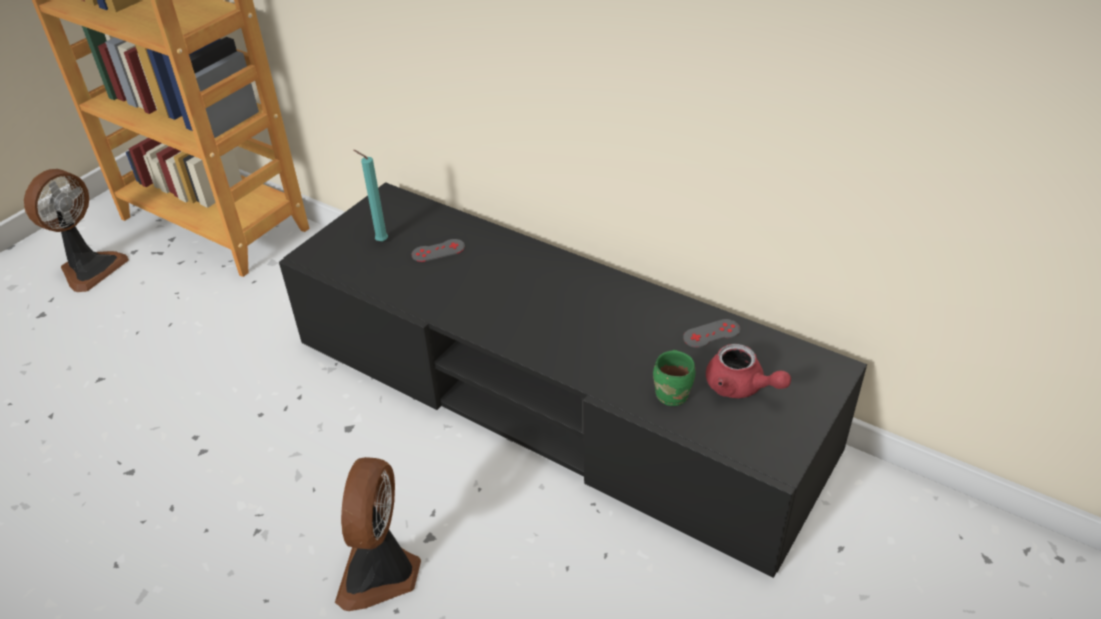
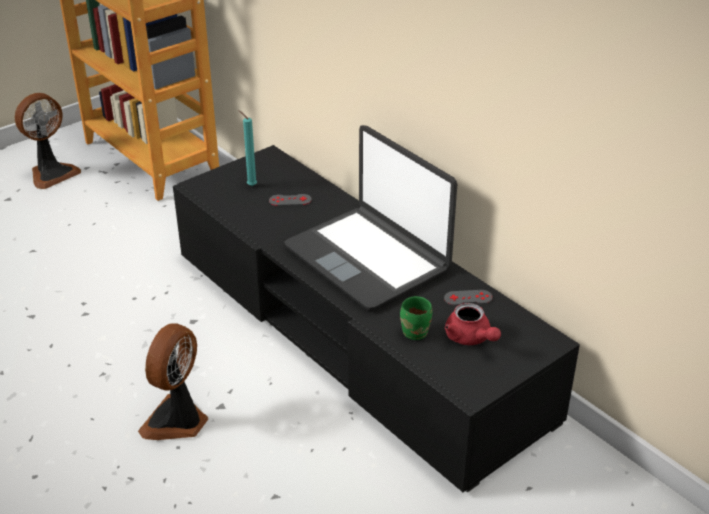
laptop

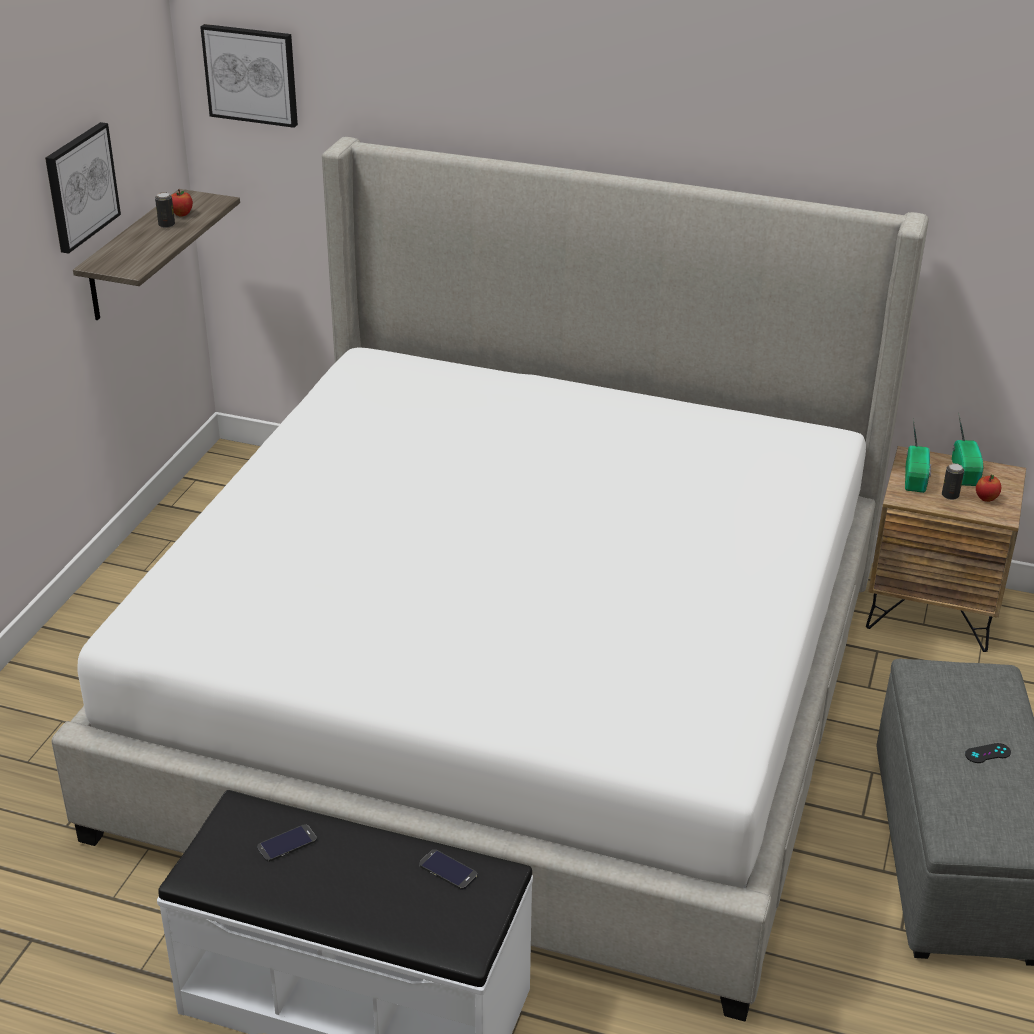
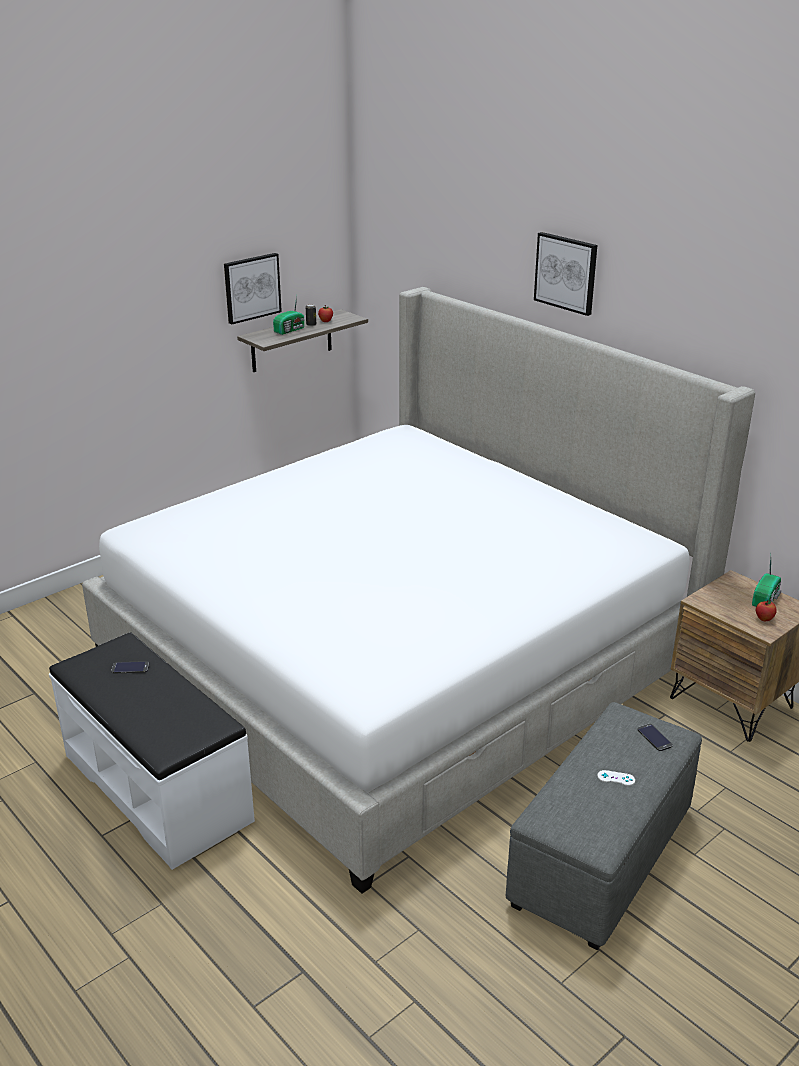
picture (2nd from left)
radio (1st from left)
can (2nd from left in the first image)
white game controller
phone (2nd from left)

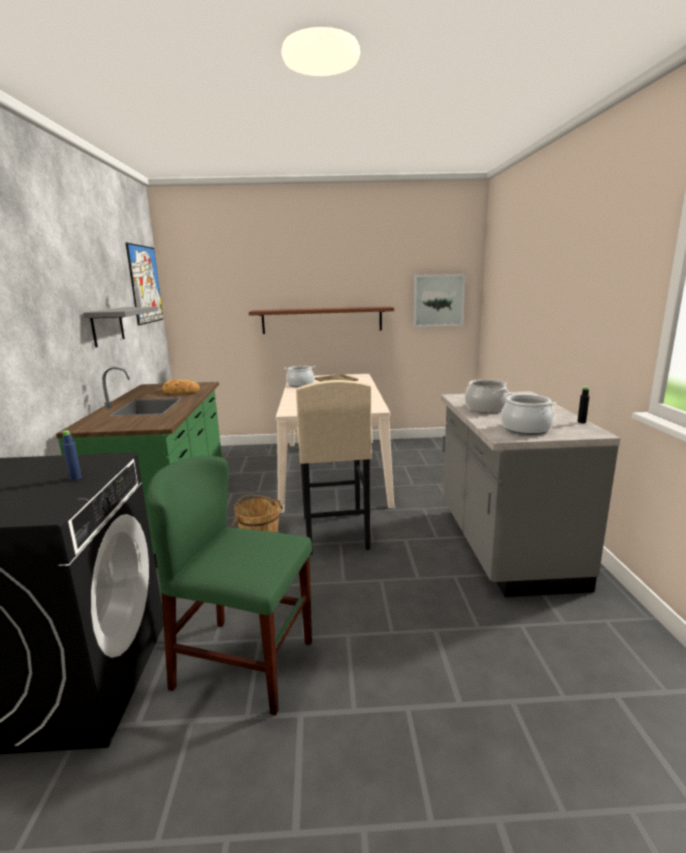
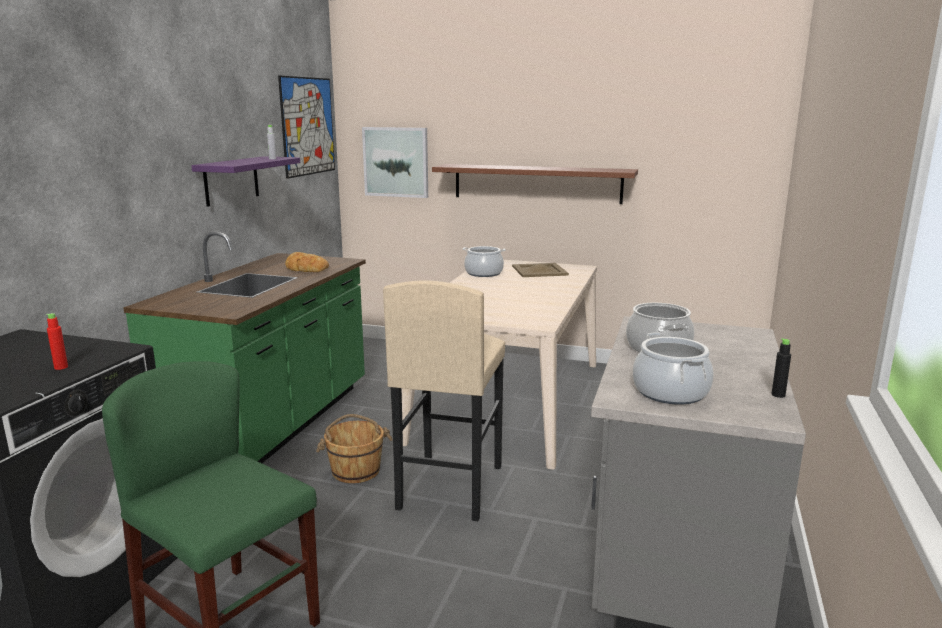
picture (2nd from left)
purple shelf
red bottle

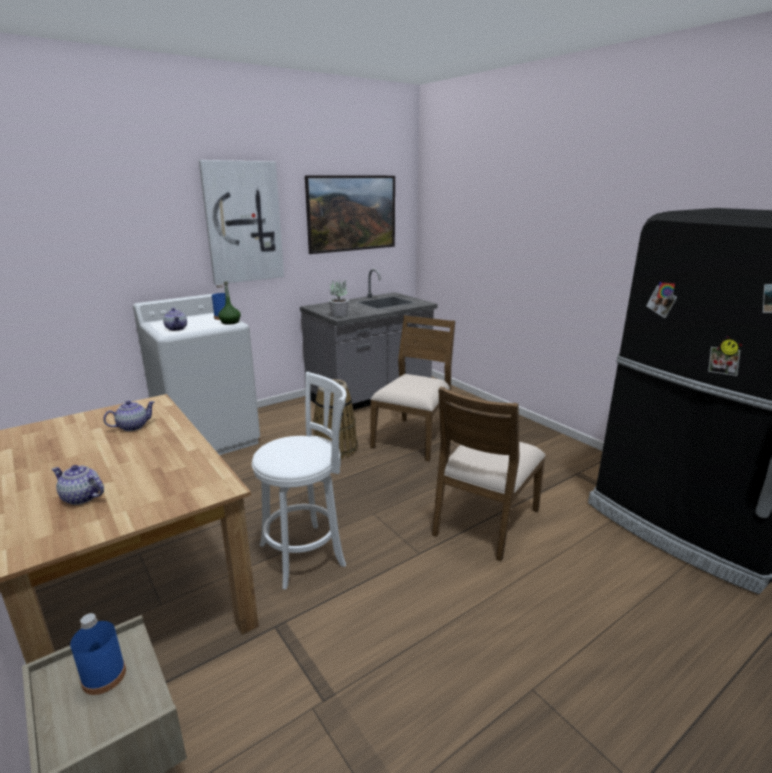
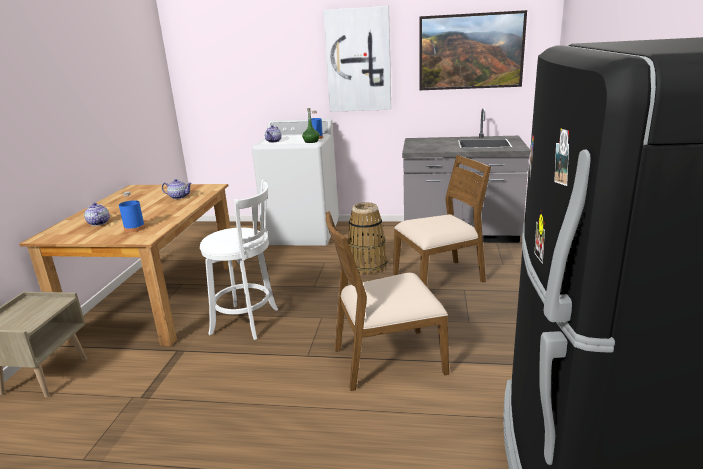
potted plant
blue bottle (1st from left)

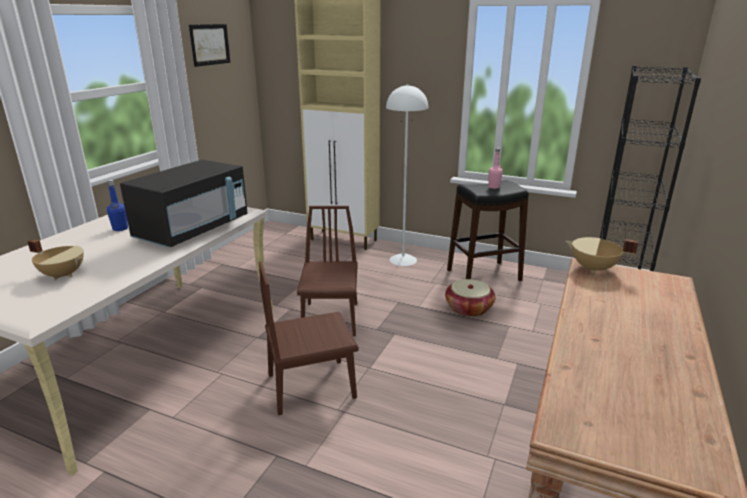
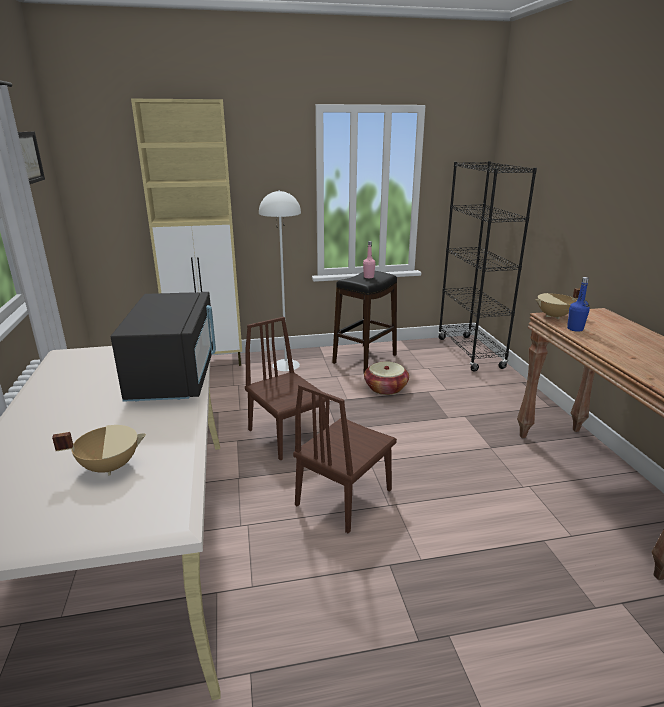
blue bottle

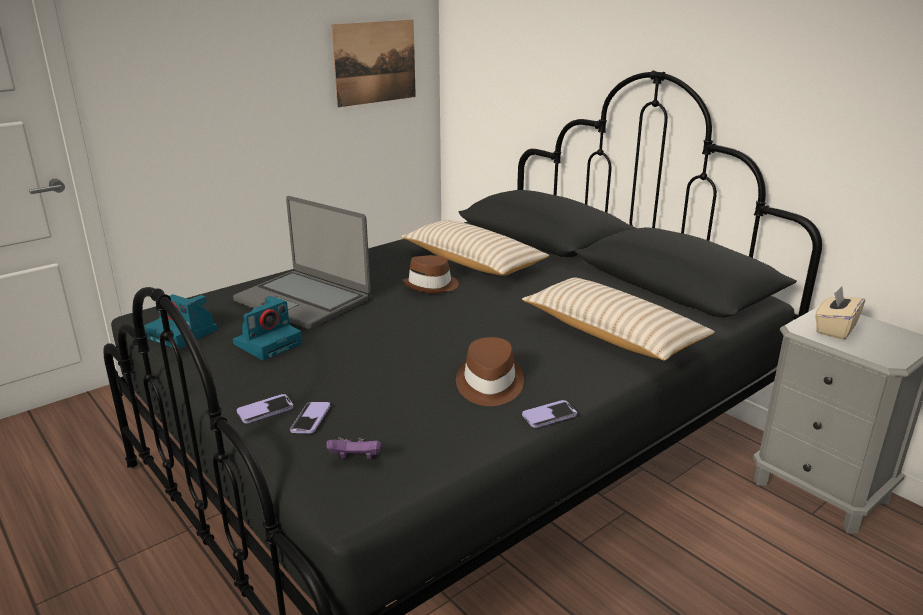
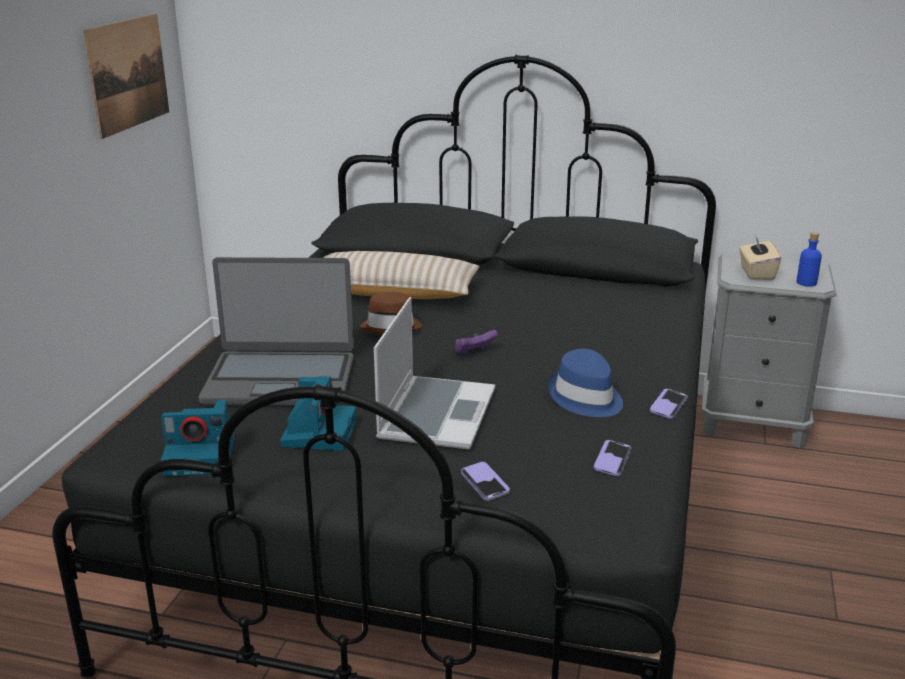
beige pillow (2nd from left in the first image)
blue hat
phone (2nd from left)
purple game controller
blue bottle
laptop (2nd from left)

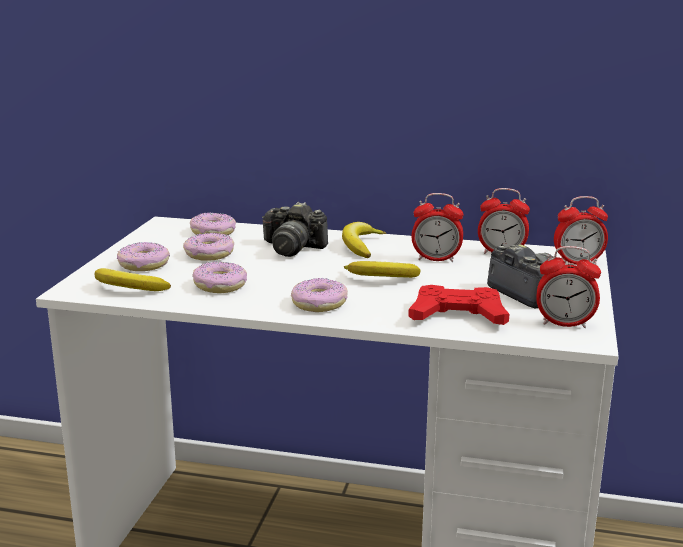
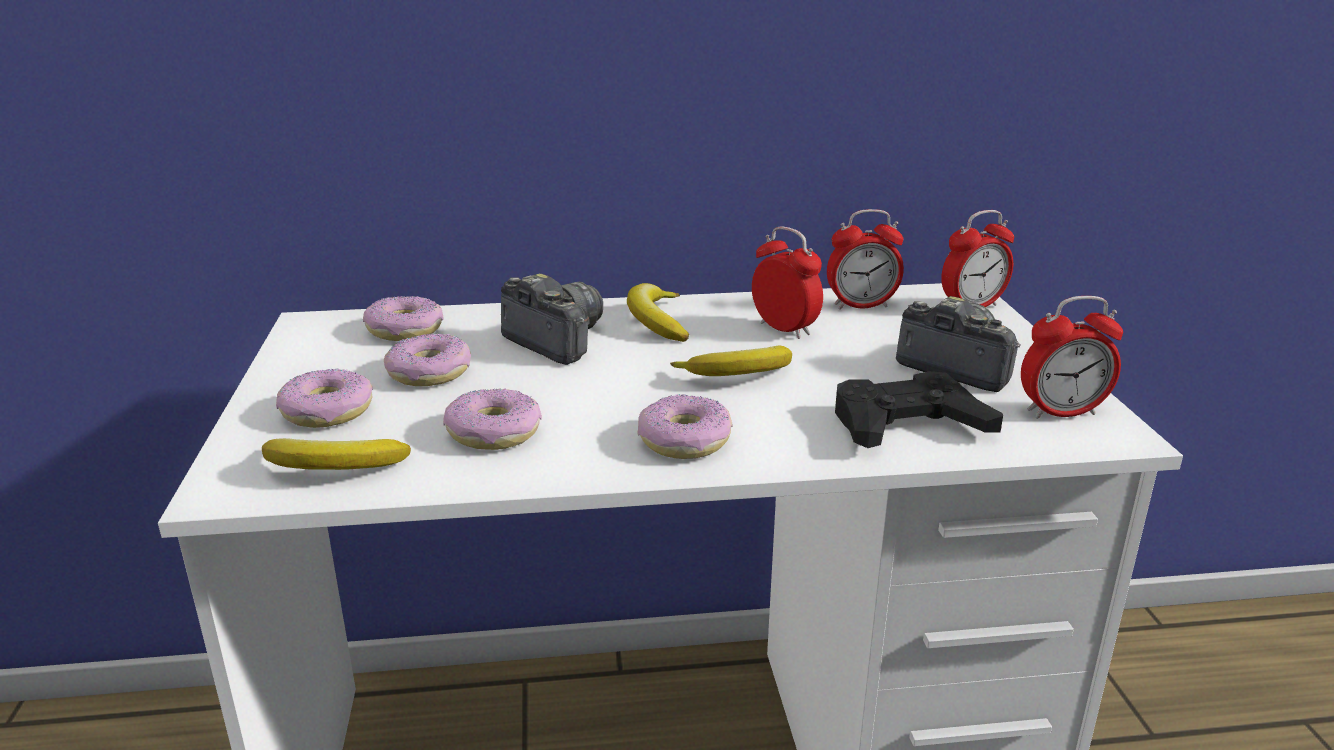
alarm clock (1st from left)
photo camera (1st from left)
black game controller

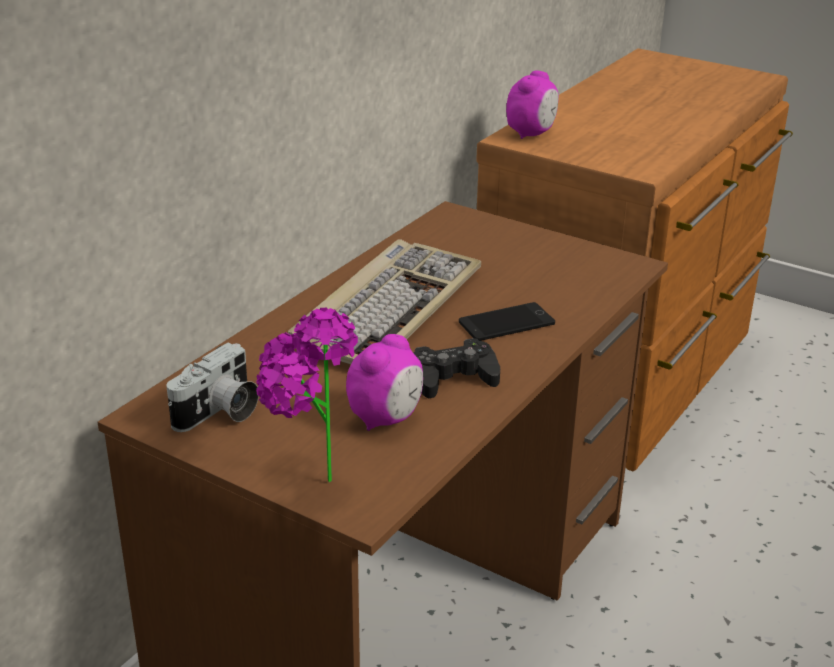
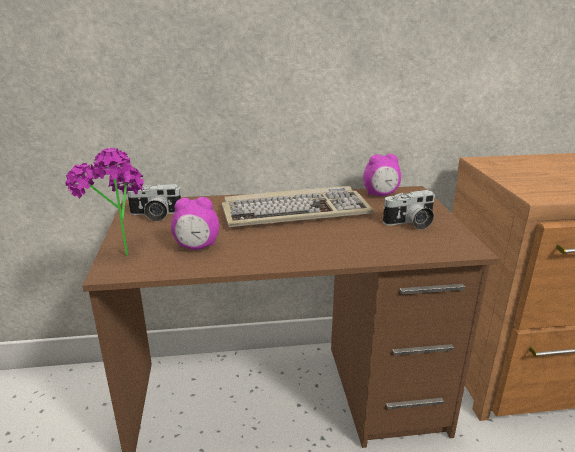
alarm clock (2nd from left)
phone
black game controller
photo camera (2nd from left)

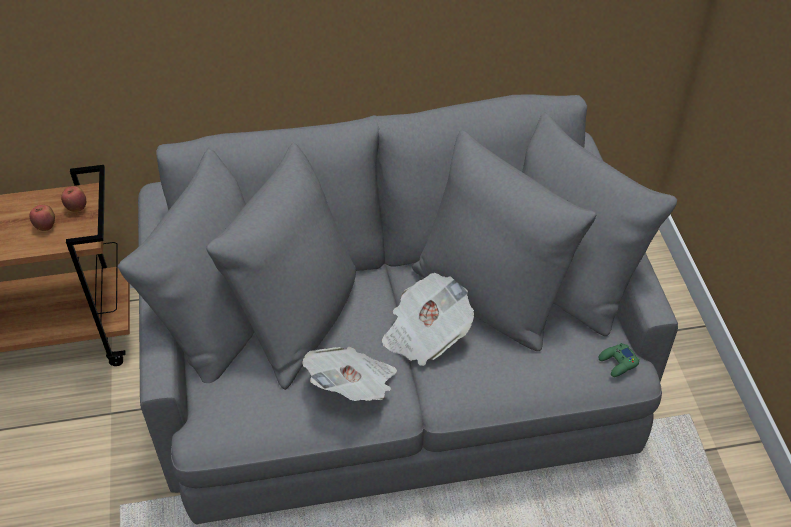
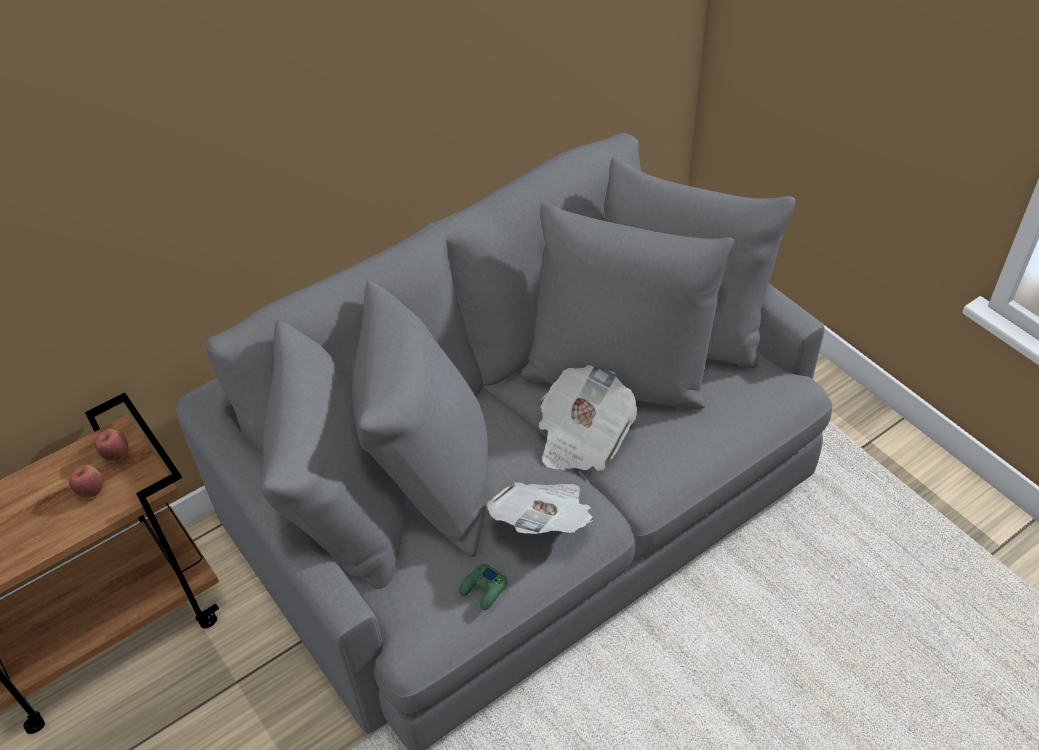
green game controller

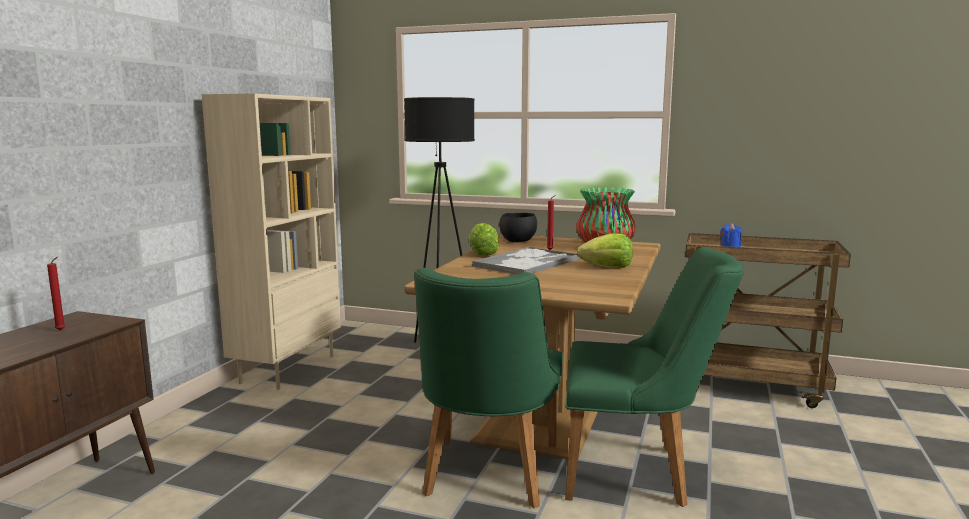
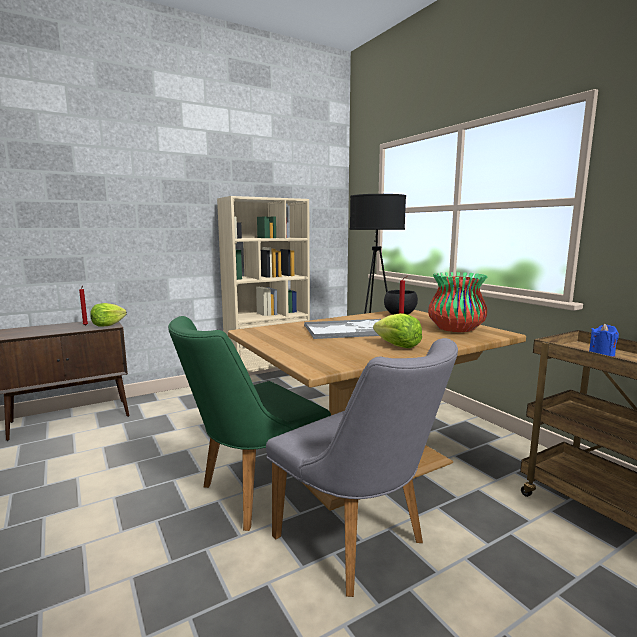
lettuce (1st from left)
grey chair

